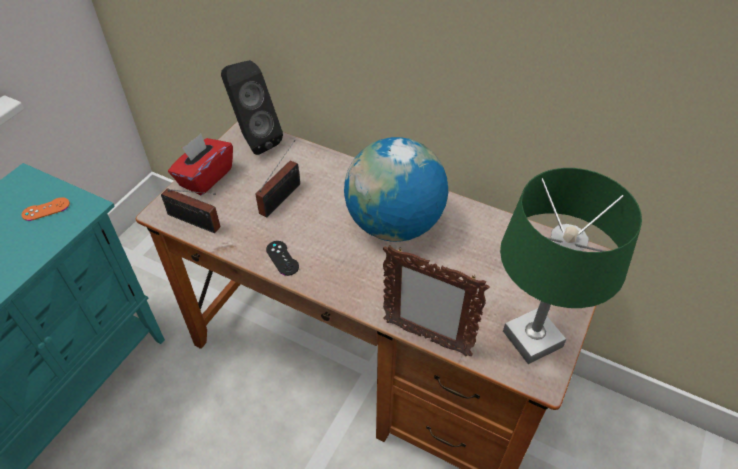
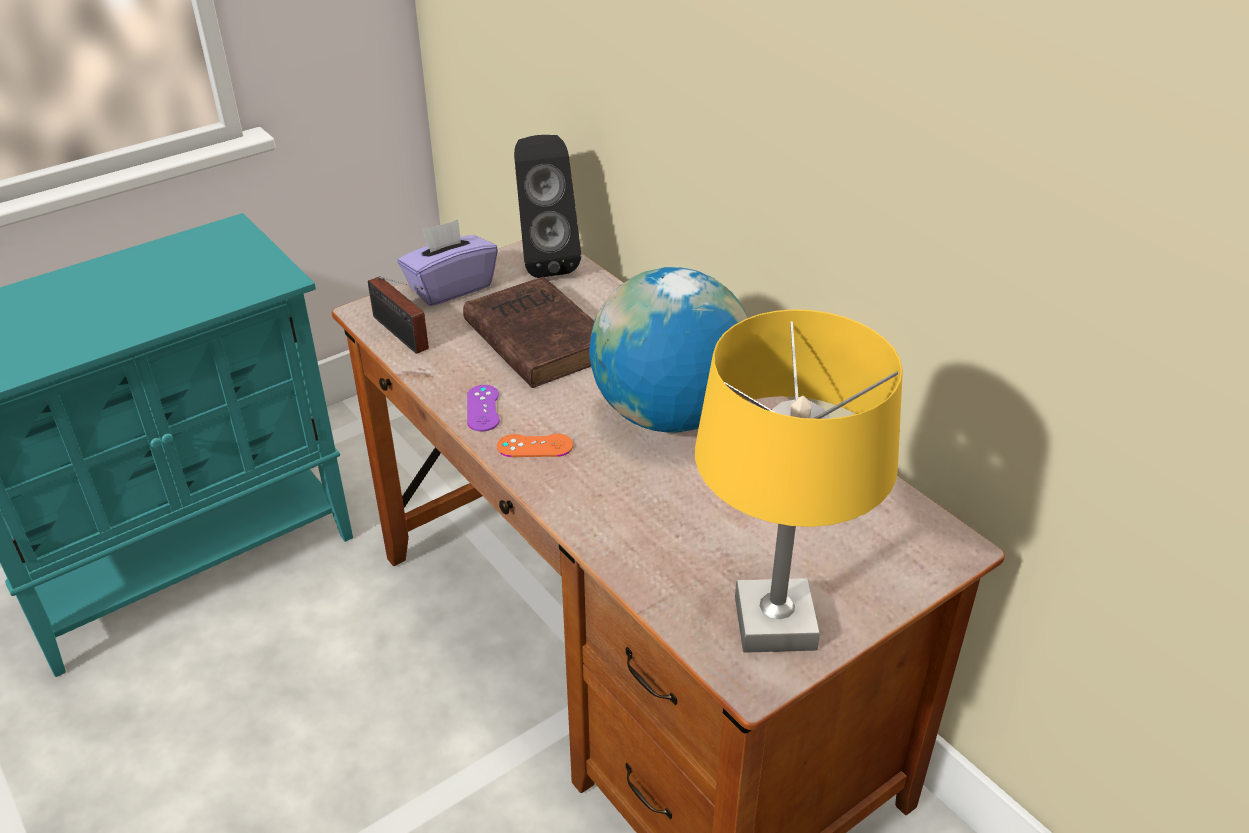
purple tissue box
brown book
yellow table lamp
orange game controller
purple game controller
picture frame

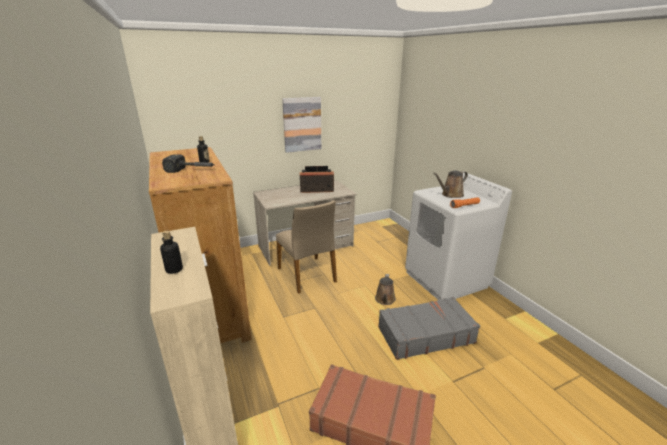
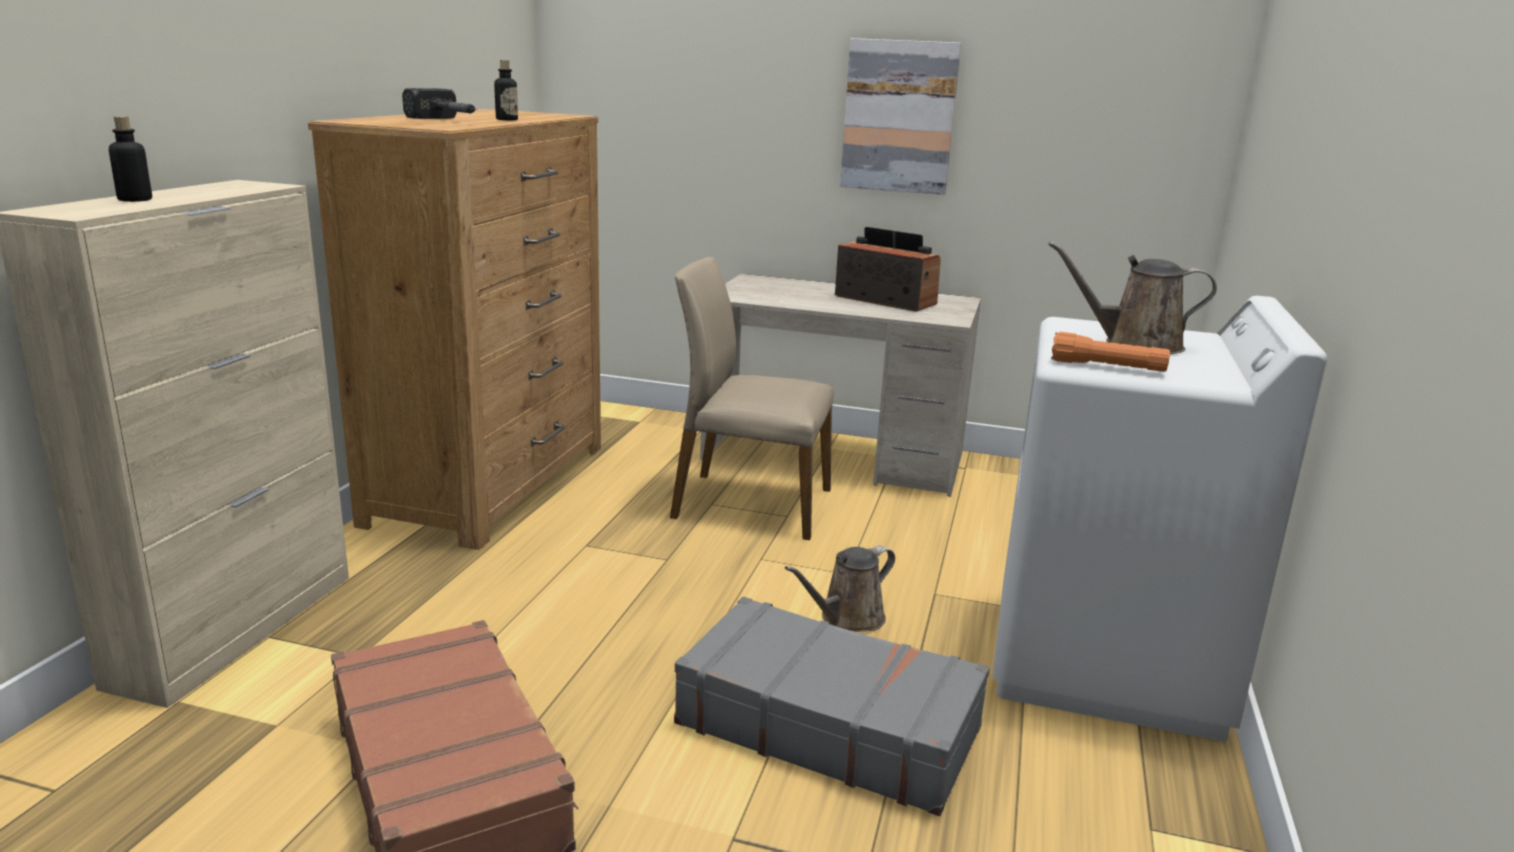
beige chair

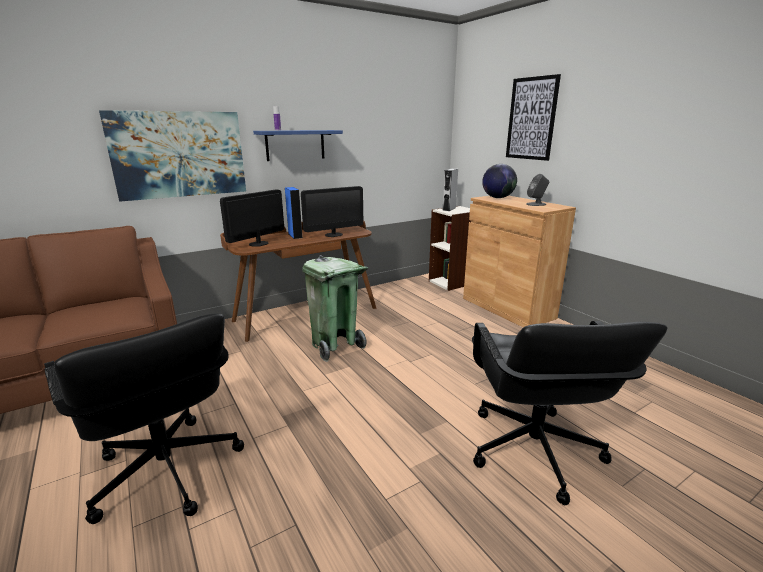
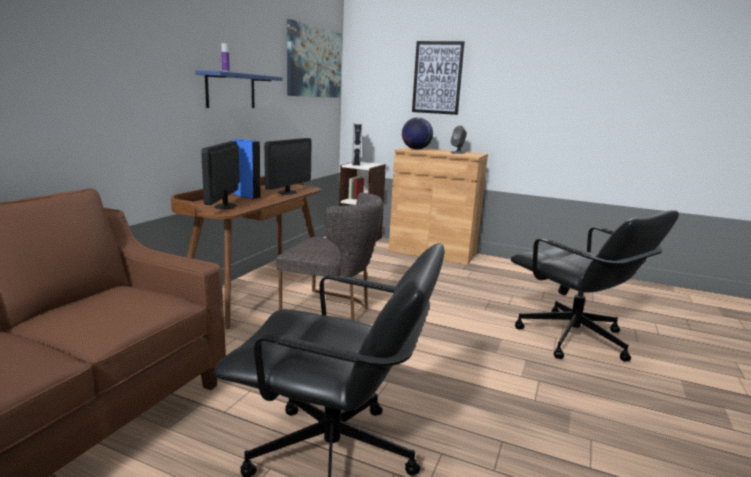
picture (1st from left)
grey chair

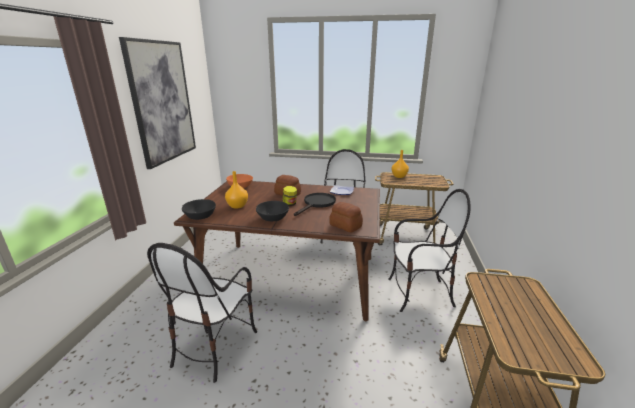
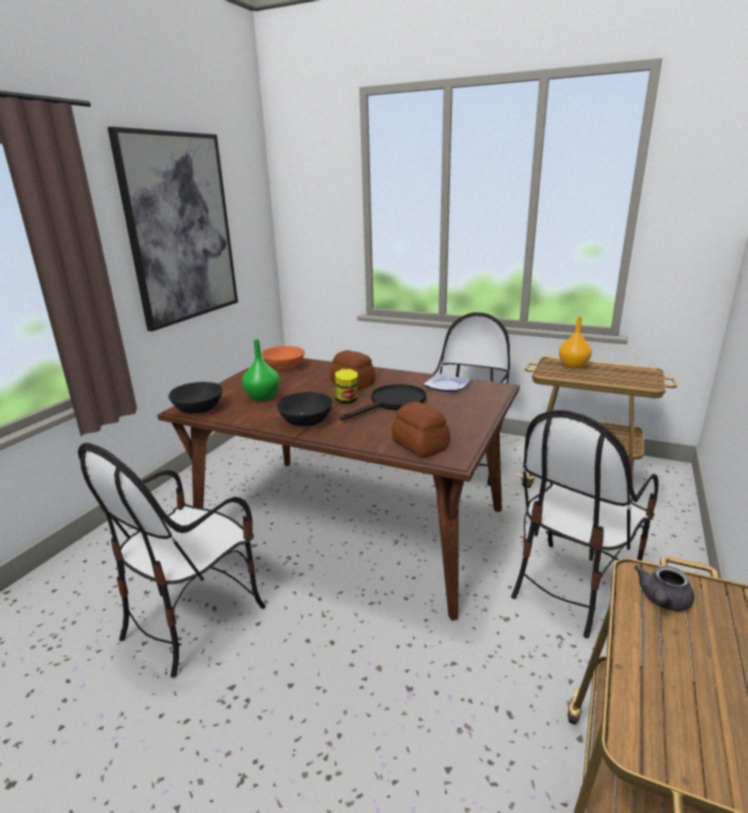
green vase
chair (3rd from left)
grey teapot

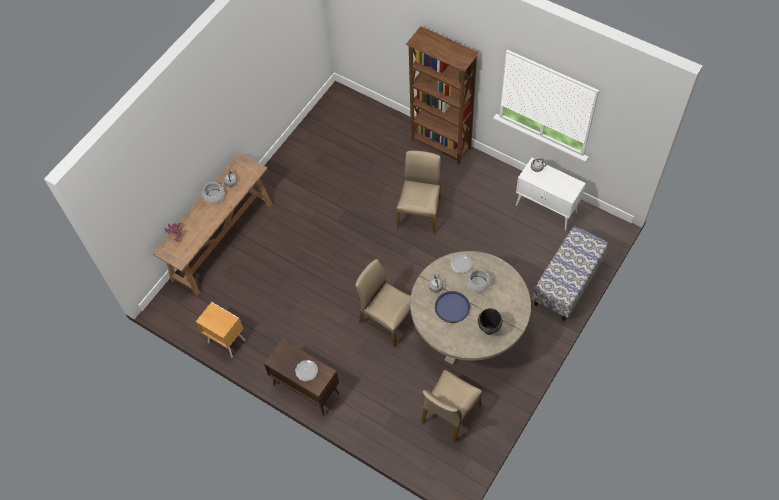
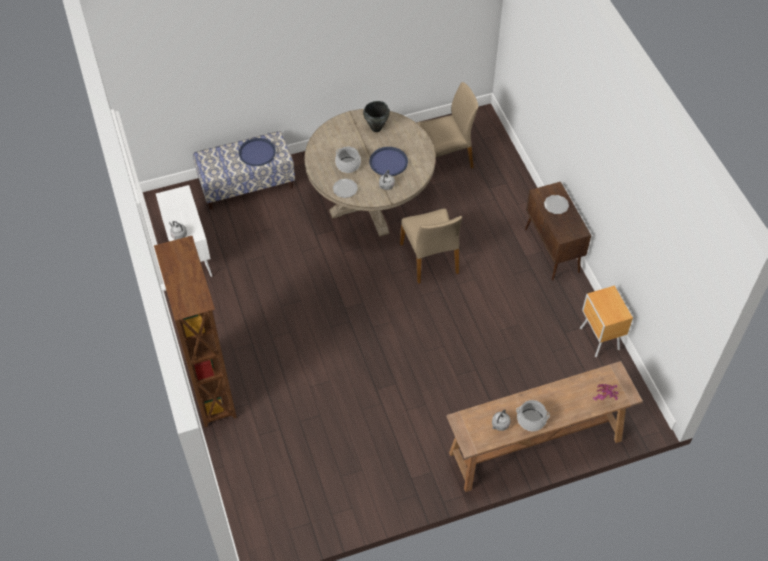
beige chair (2nd from left in the first image)
blue tray (1st from left)

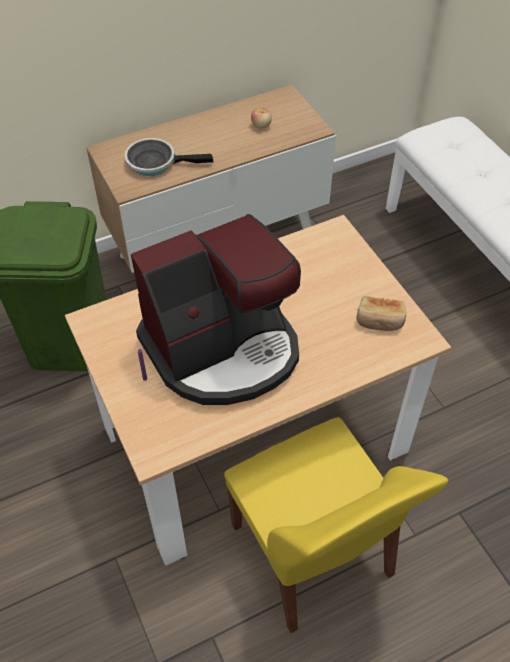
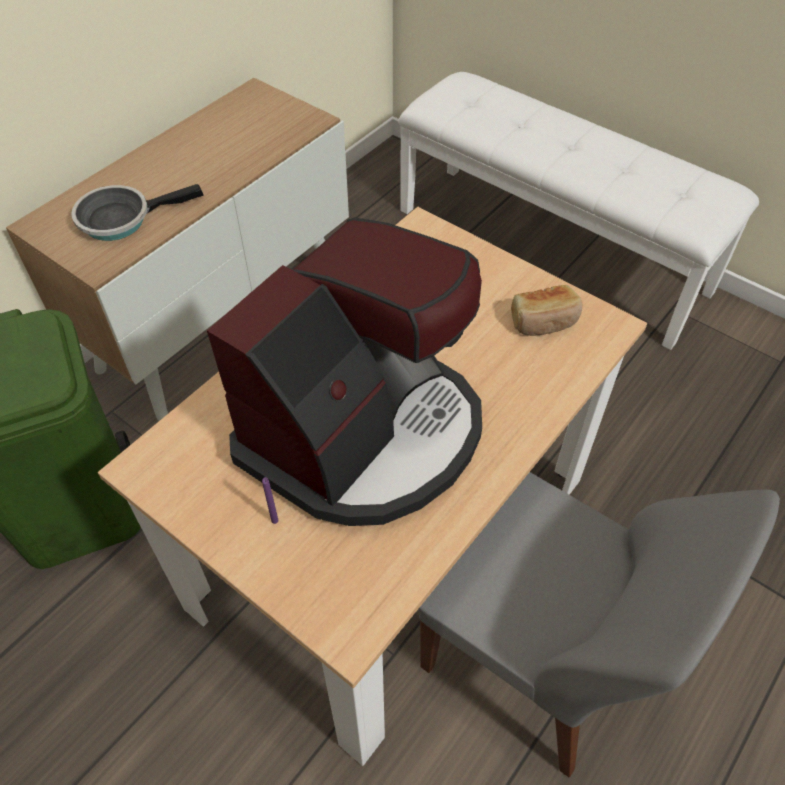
apple
grey chair

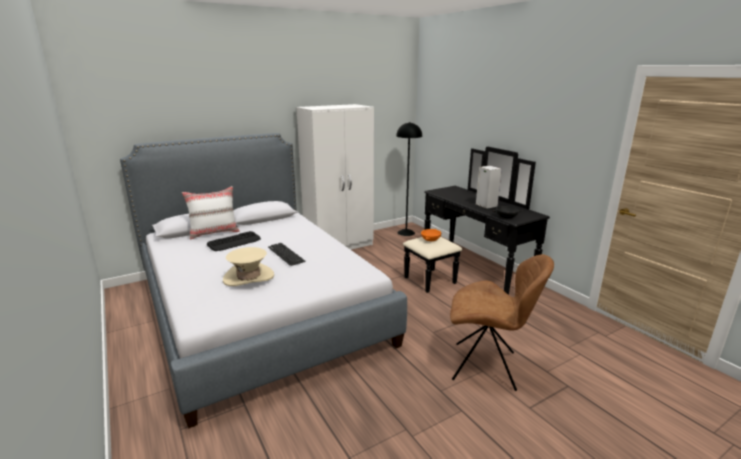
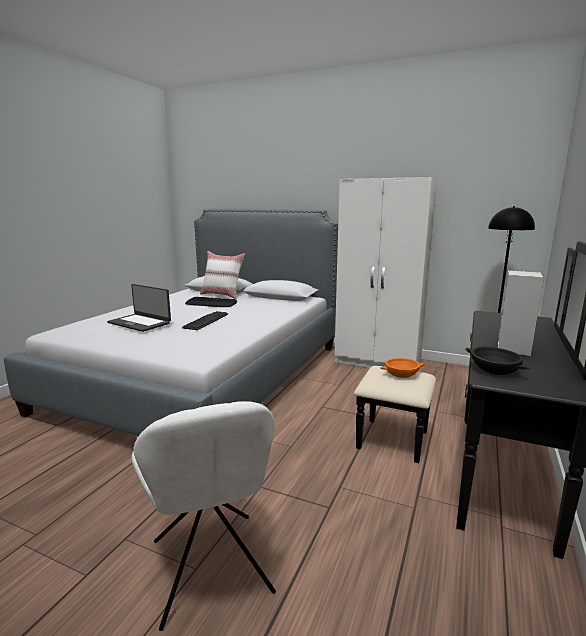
laptop
white chair

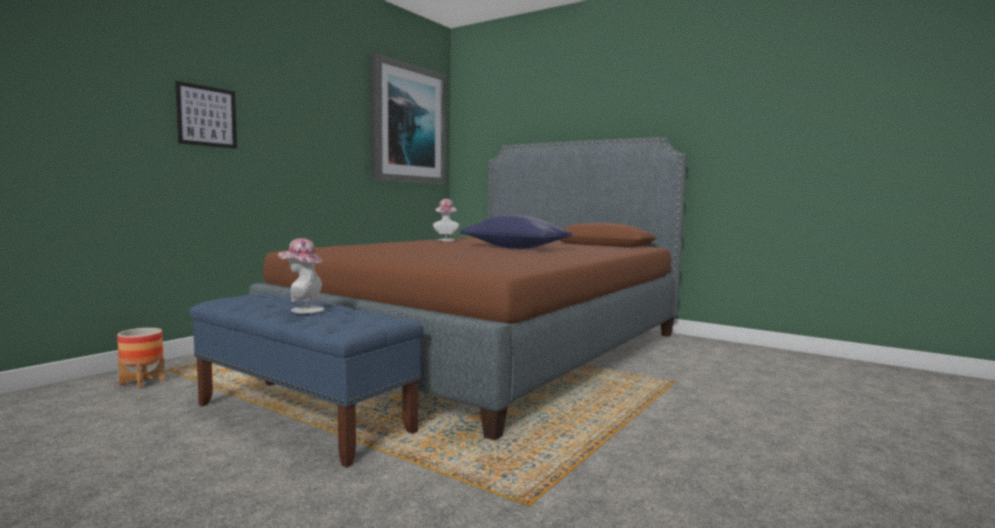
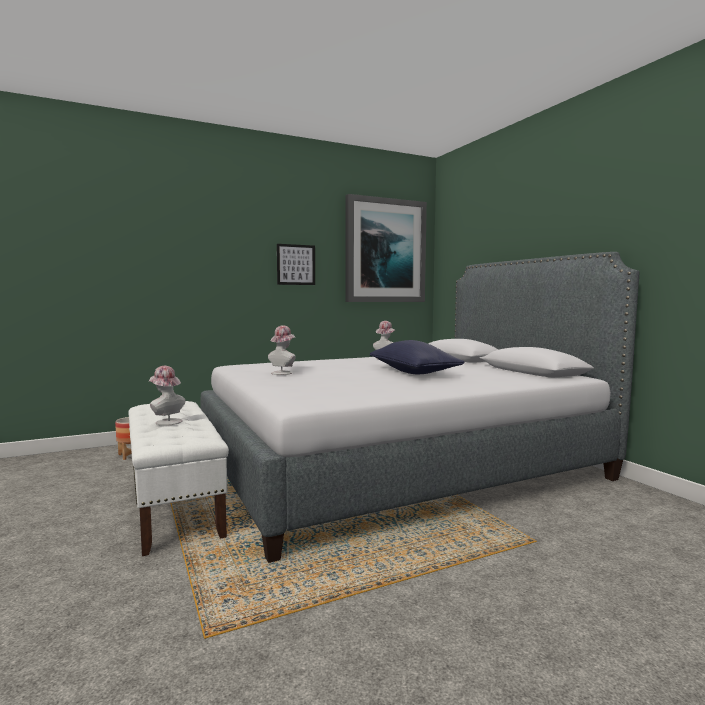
picture (1st from left)
grey bed
white bench
hat (2nd from left)

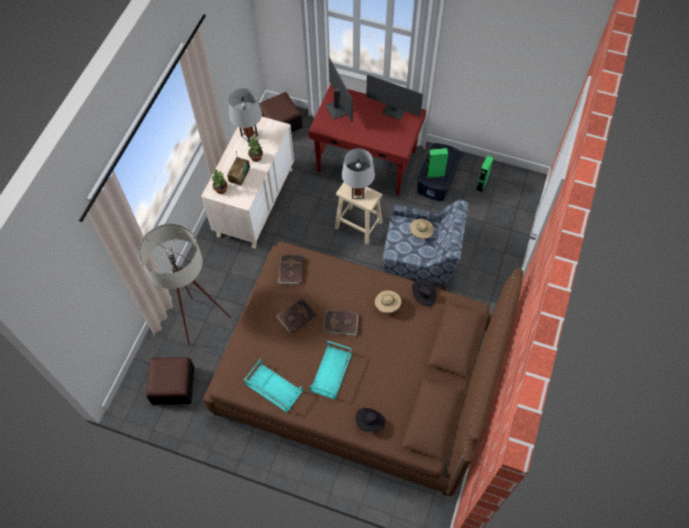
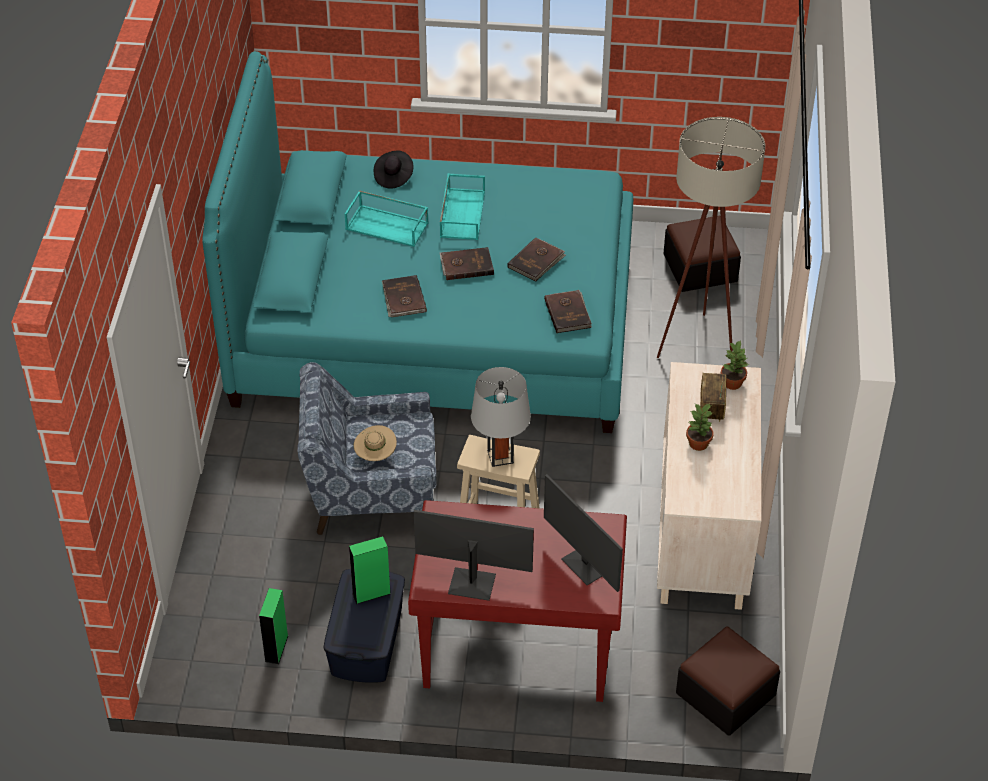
grey table lamp (1st from left in the first image)
turquoise bed
black hat (2nd from left in the first image)
brown book (1st from left)
turquoise tray (1st from left)

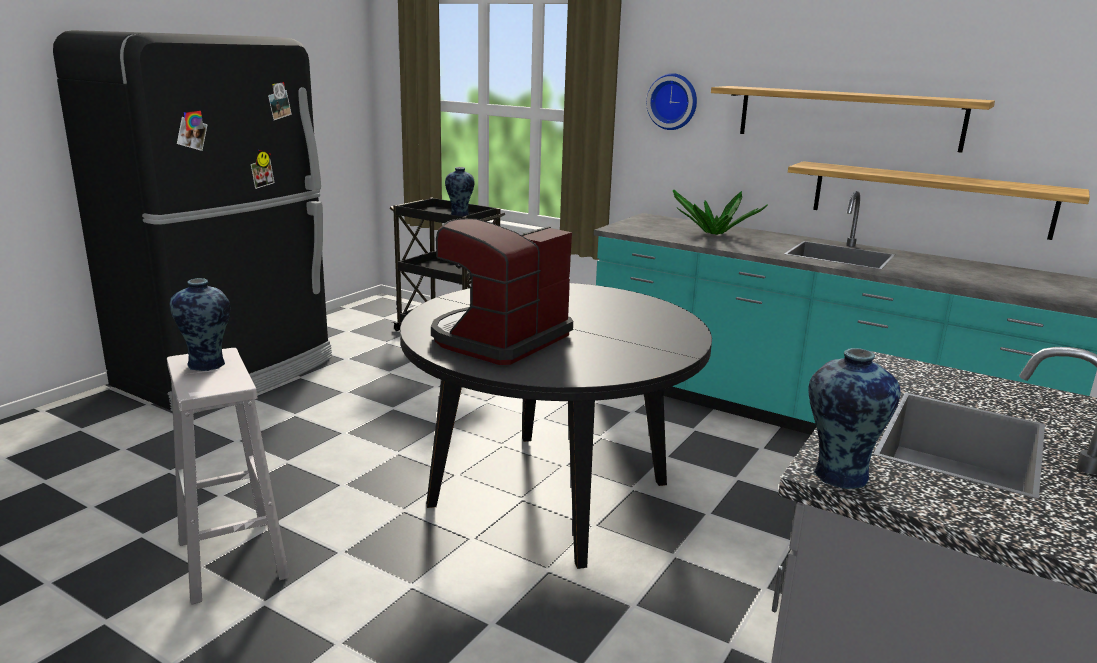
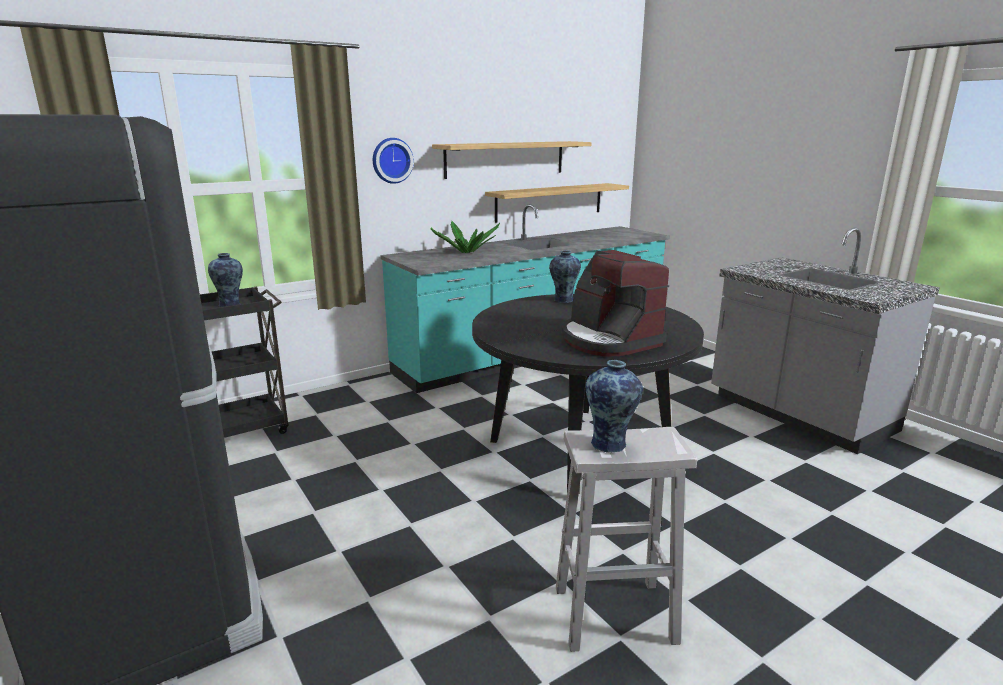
vase (2nd from left)

